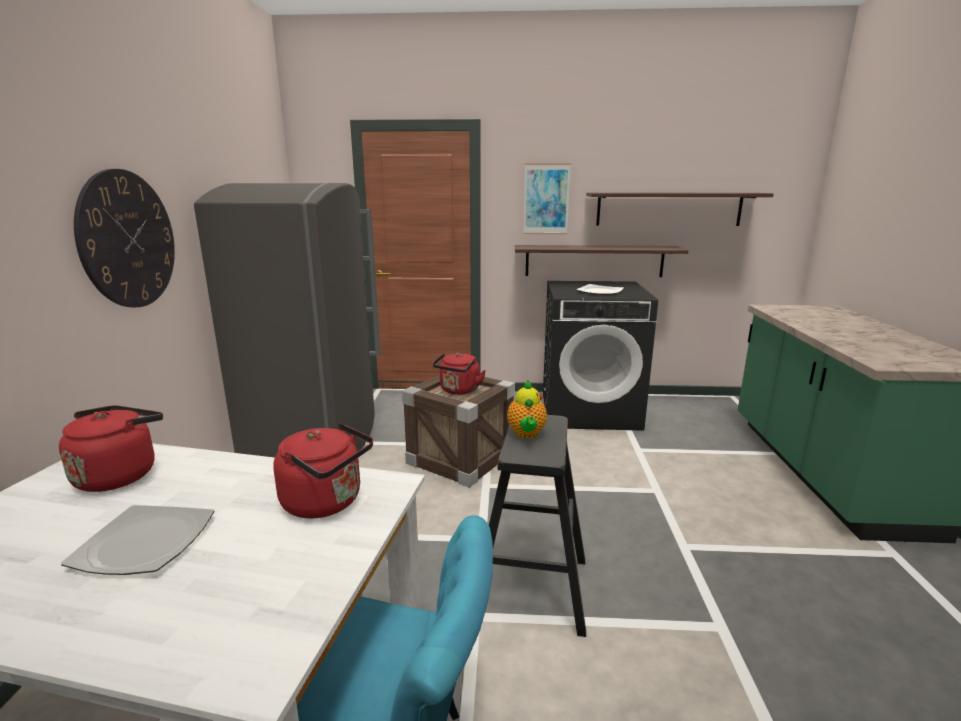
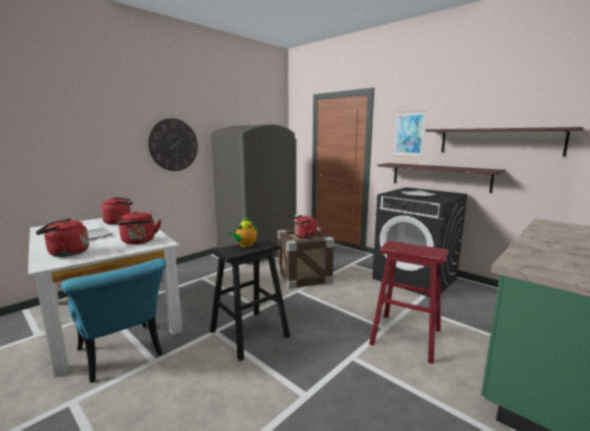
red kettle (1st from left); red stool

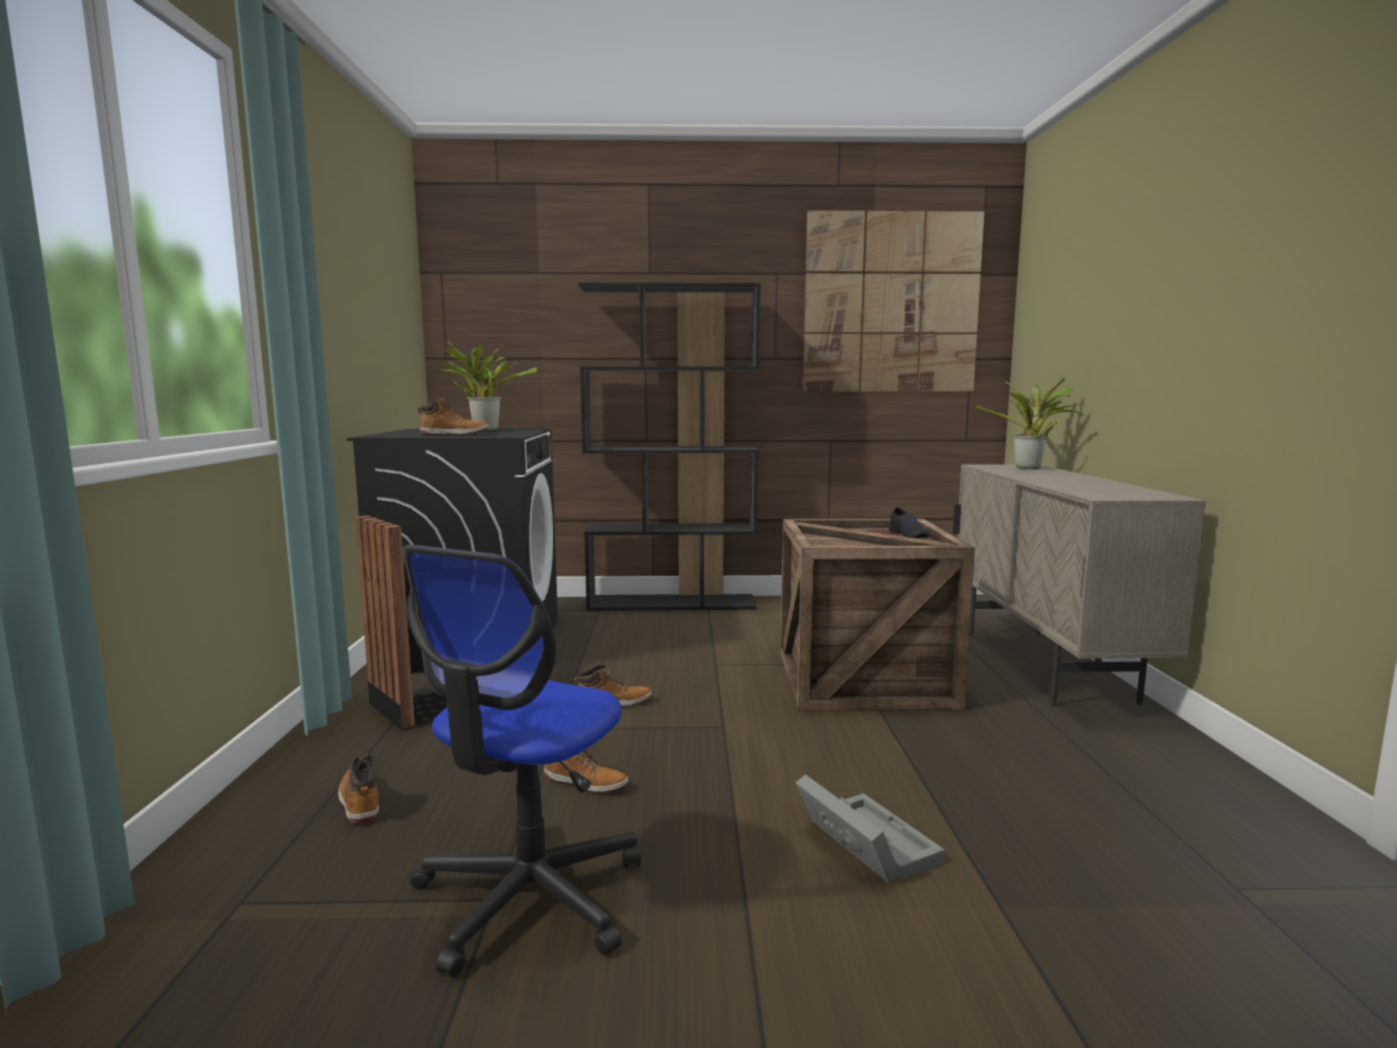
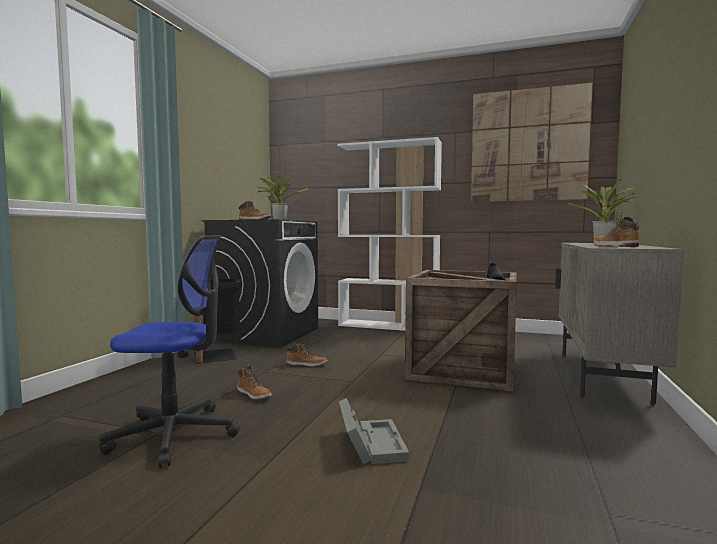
boot (4th from left); white bookcase; office chair

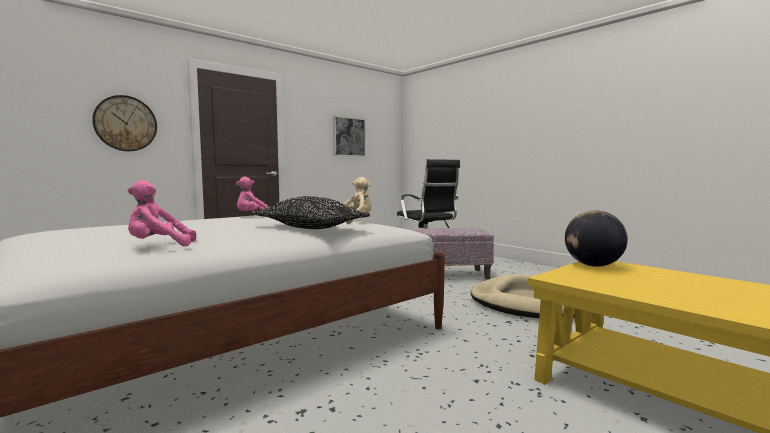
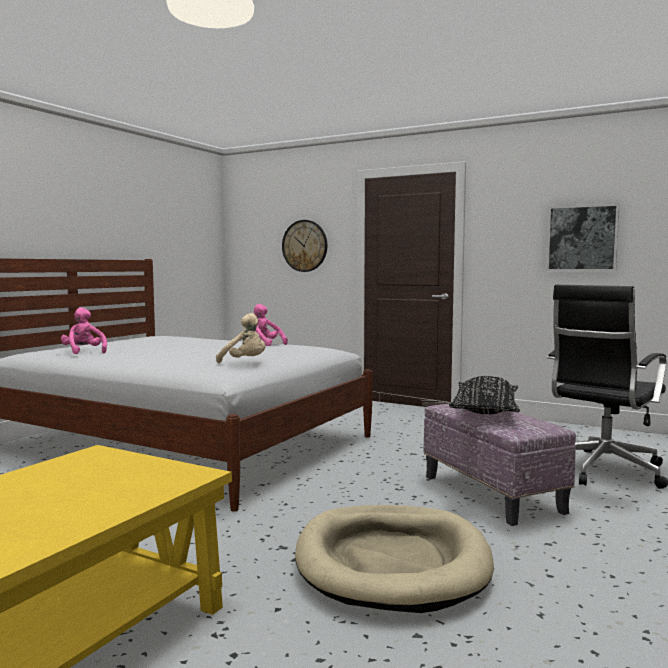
globe; black pillow

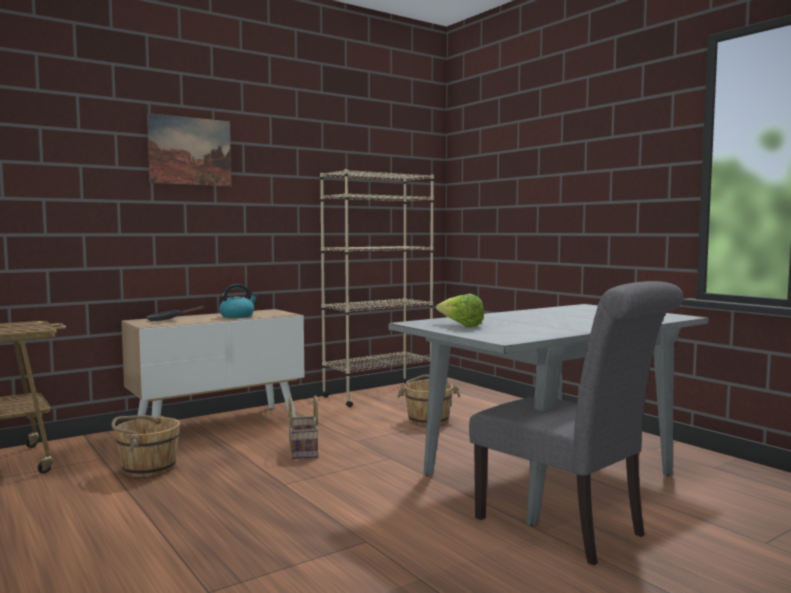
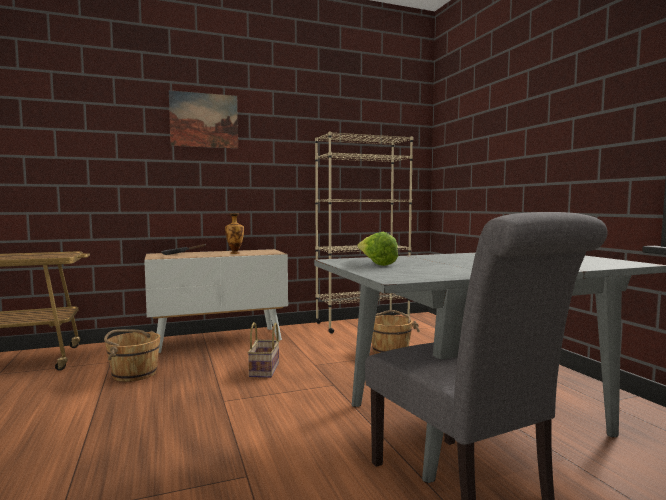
vase

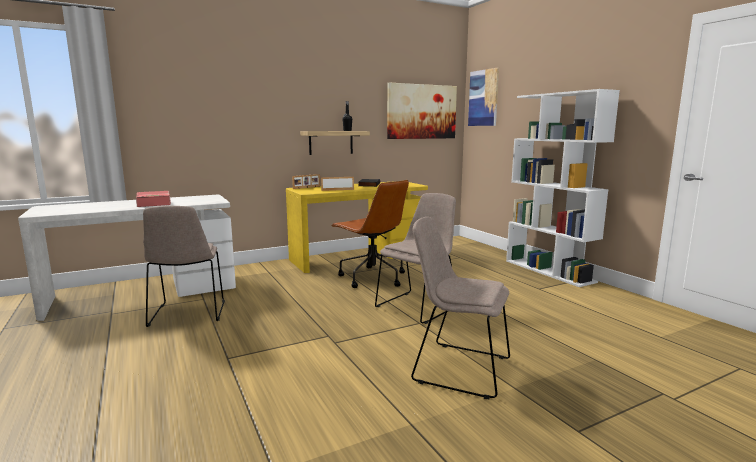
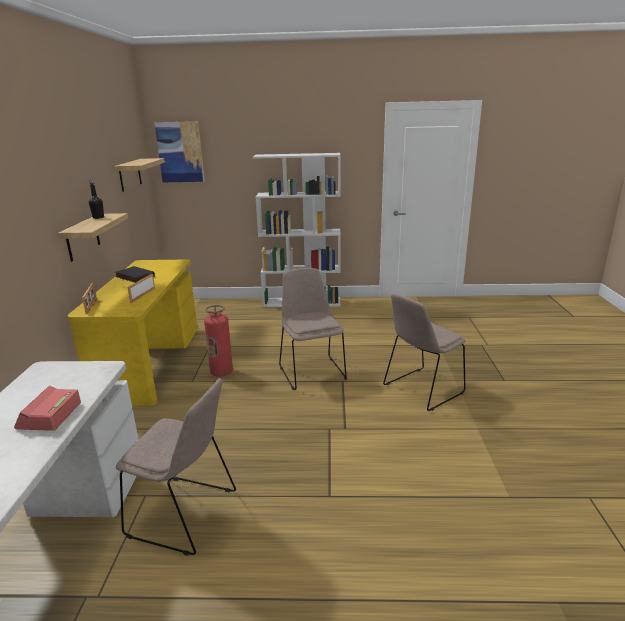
fire extinguisher; shelf (2nd from left)

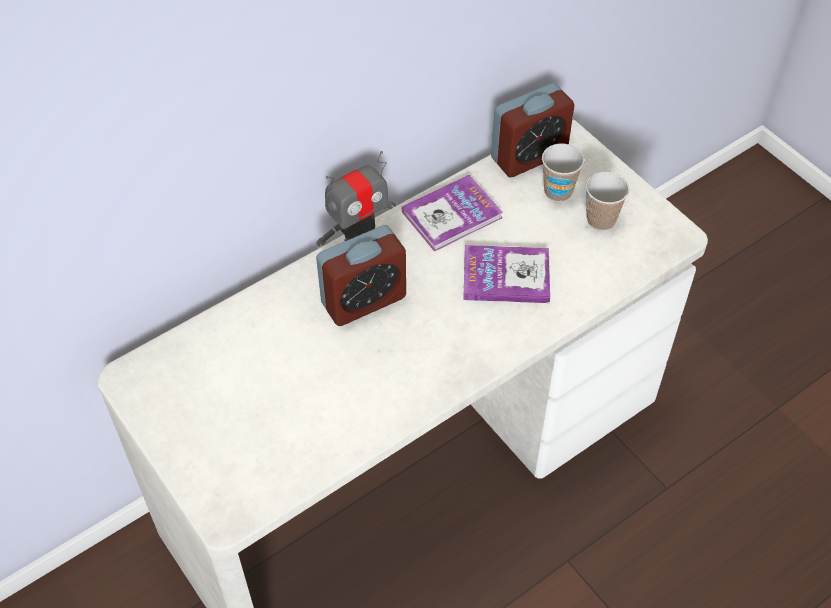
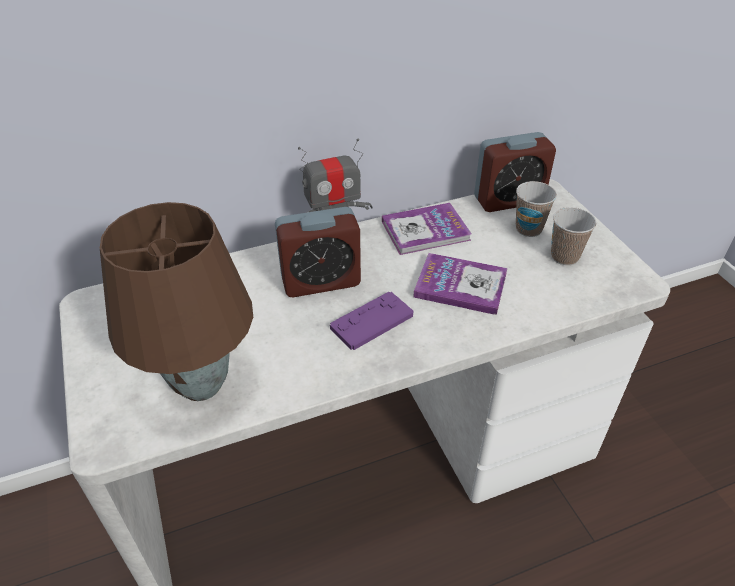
brown table lamp; purple game controller

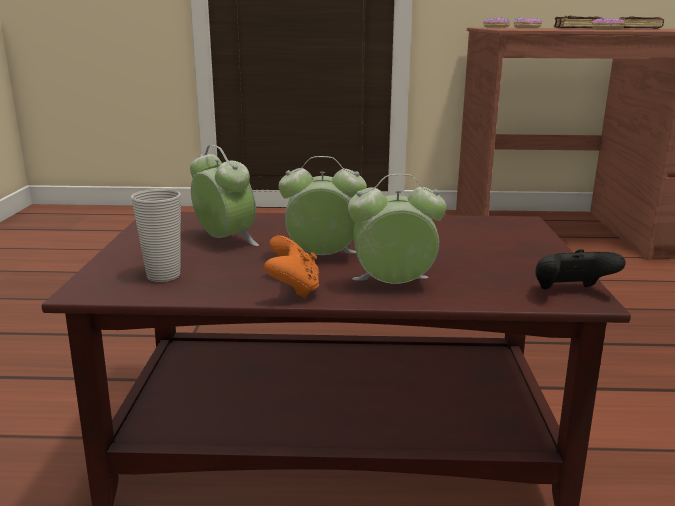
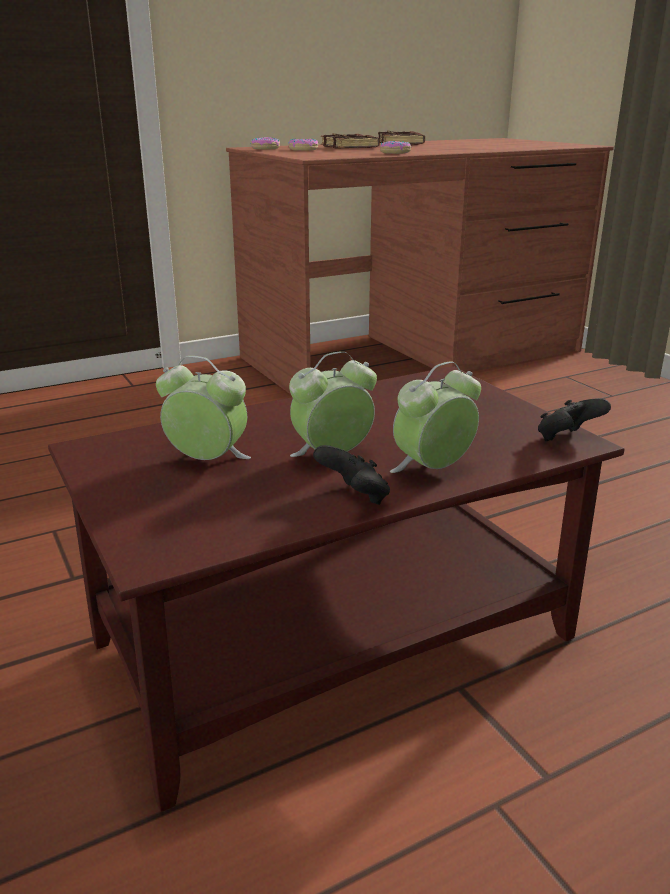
cup; black game controller (1st from left)

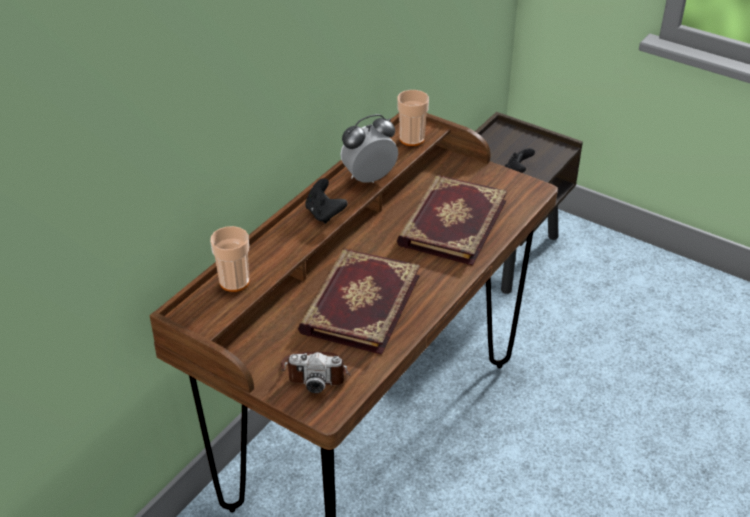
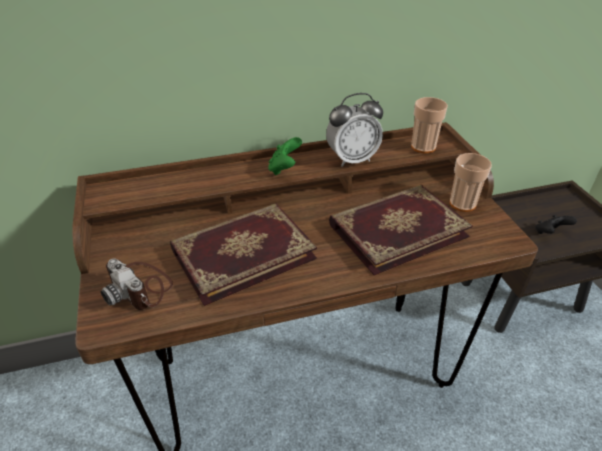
cup (2nd from left); green game controller; alarm clock

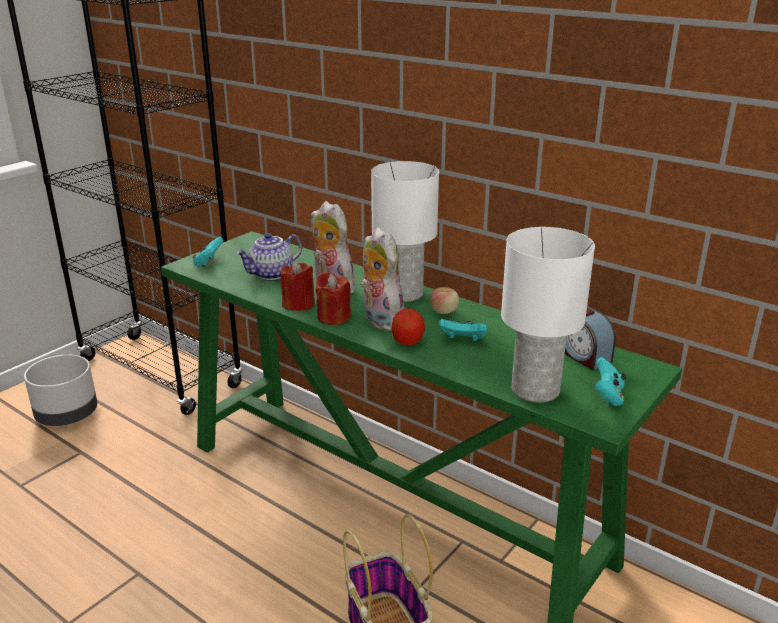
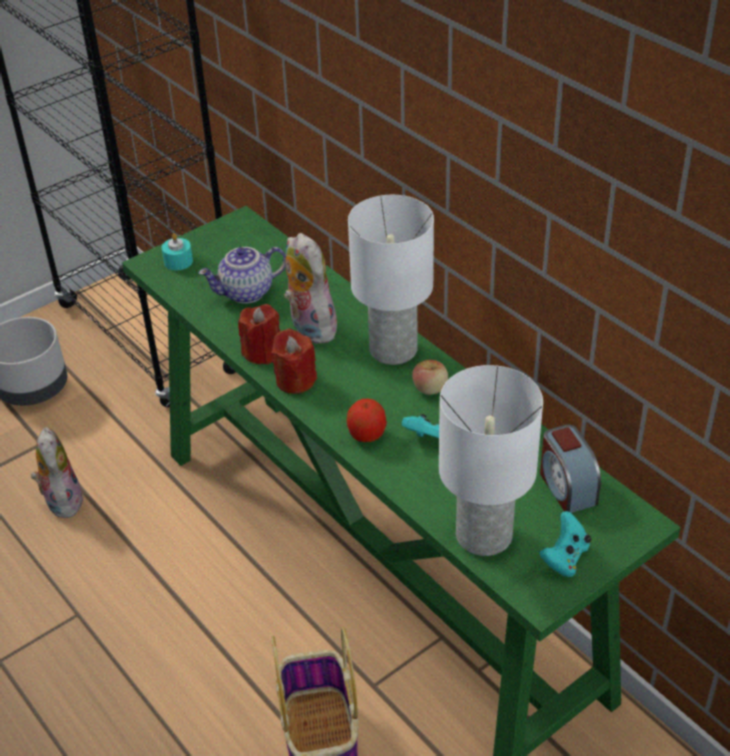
plush toy (1st from left); turquoise candle

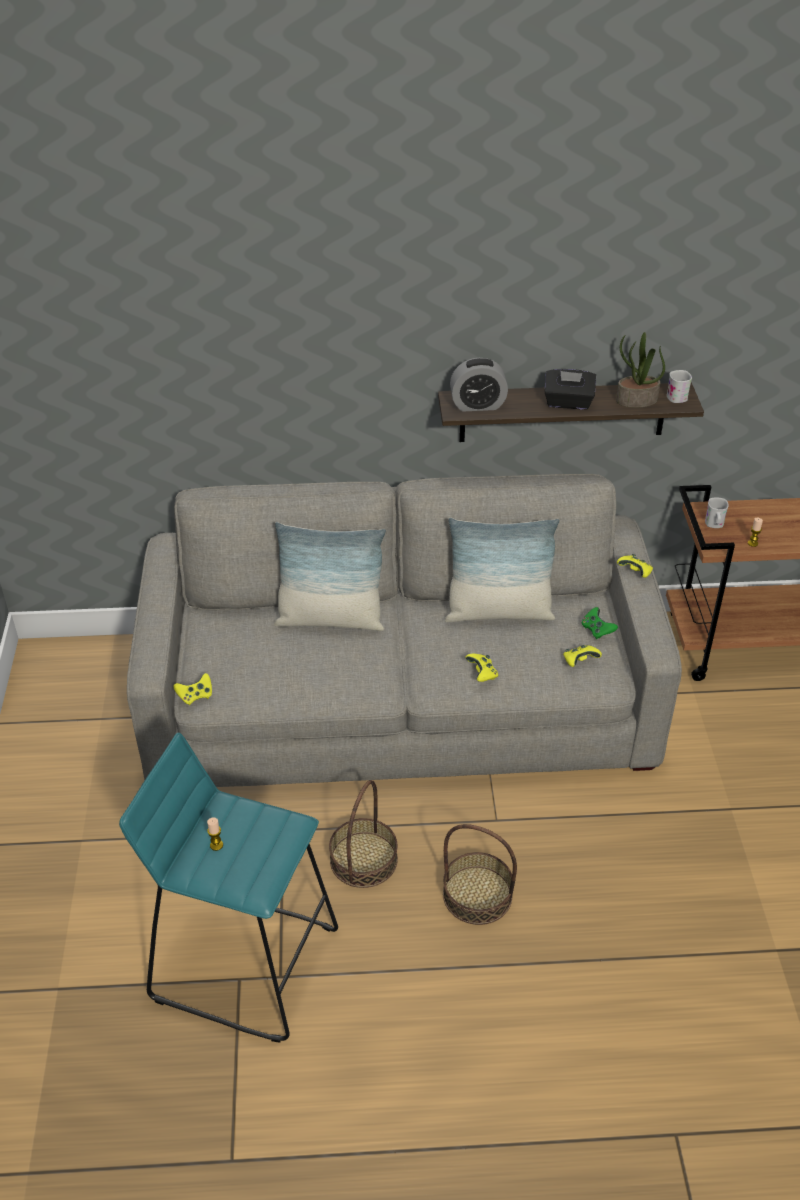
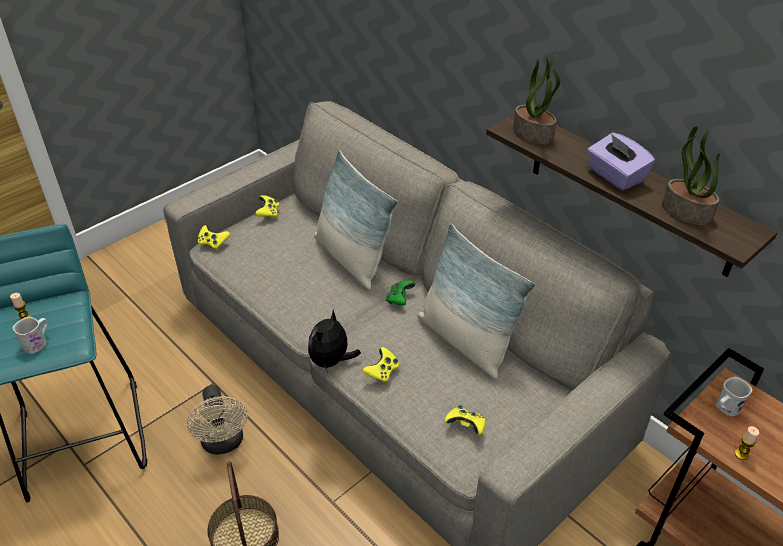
plush toy; green game controller; yellow game controller (2nd from left); white mug (1st from left); beige fan; potted plant (1st from left); purple tissue box

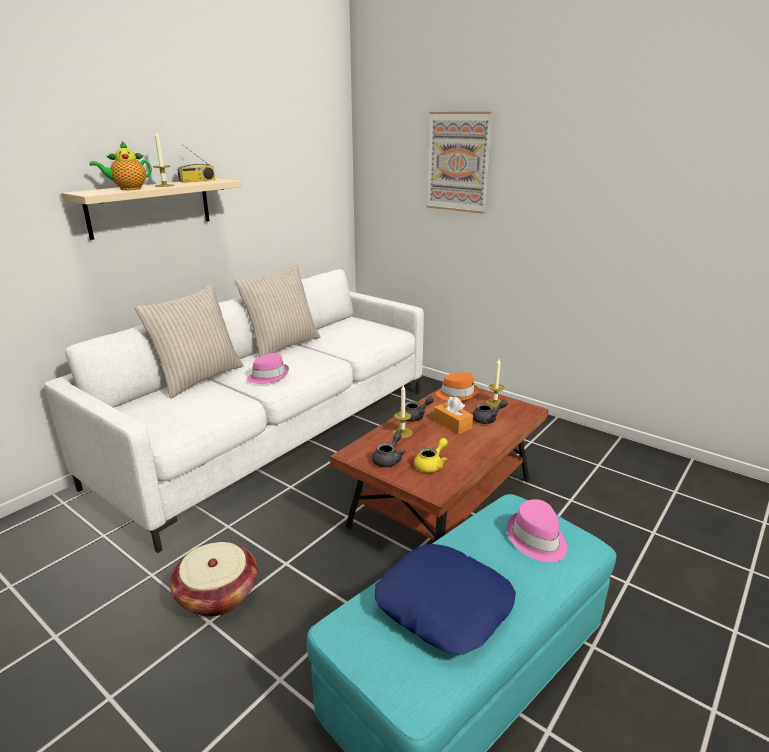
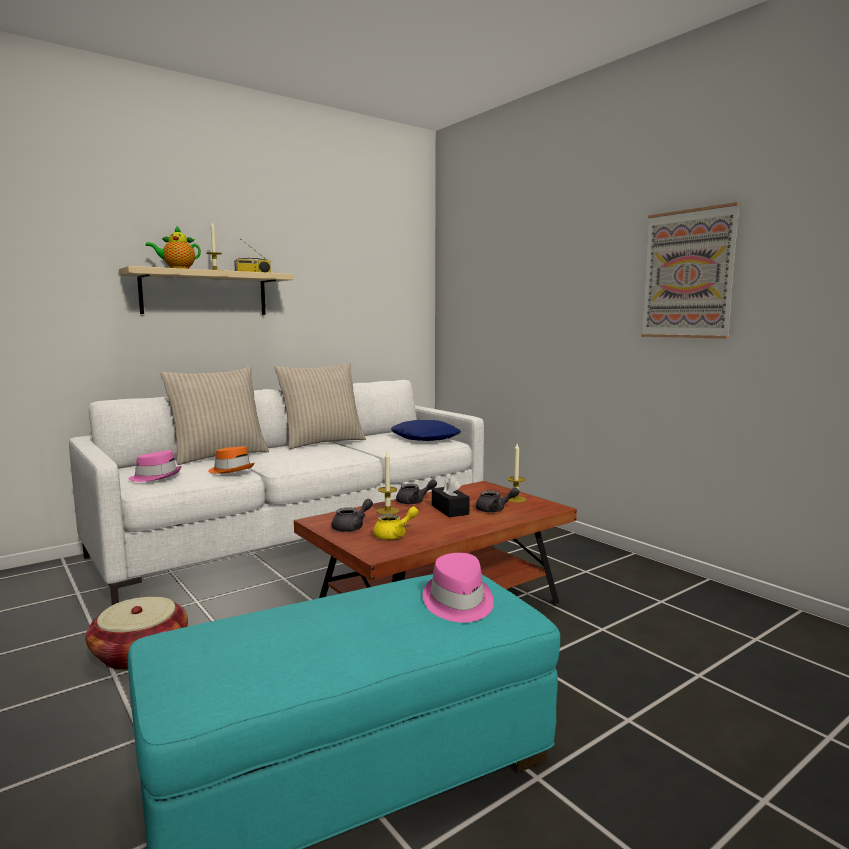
pink hat (1st from left); blue pillow; picture; orange hat; black tissue box

